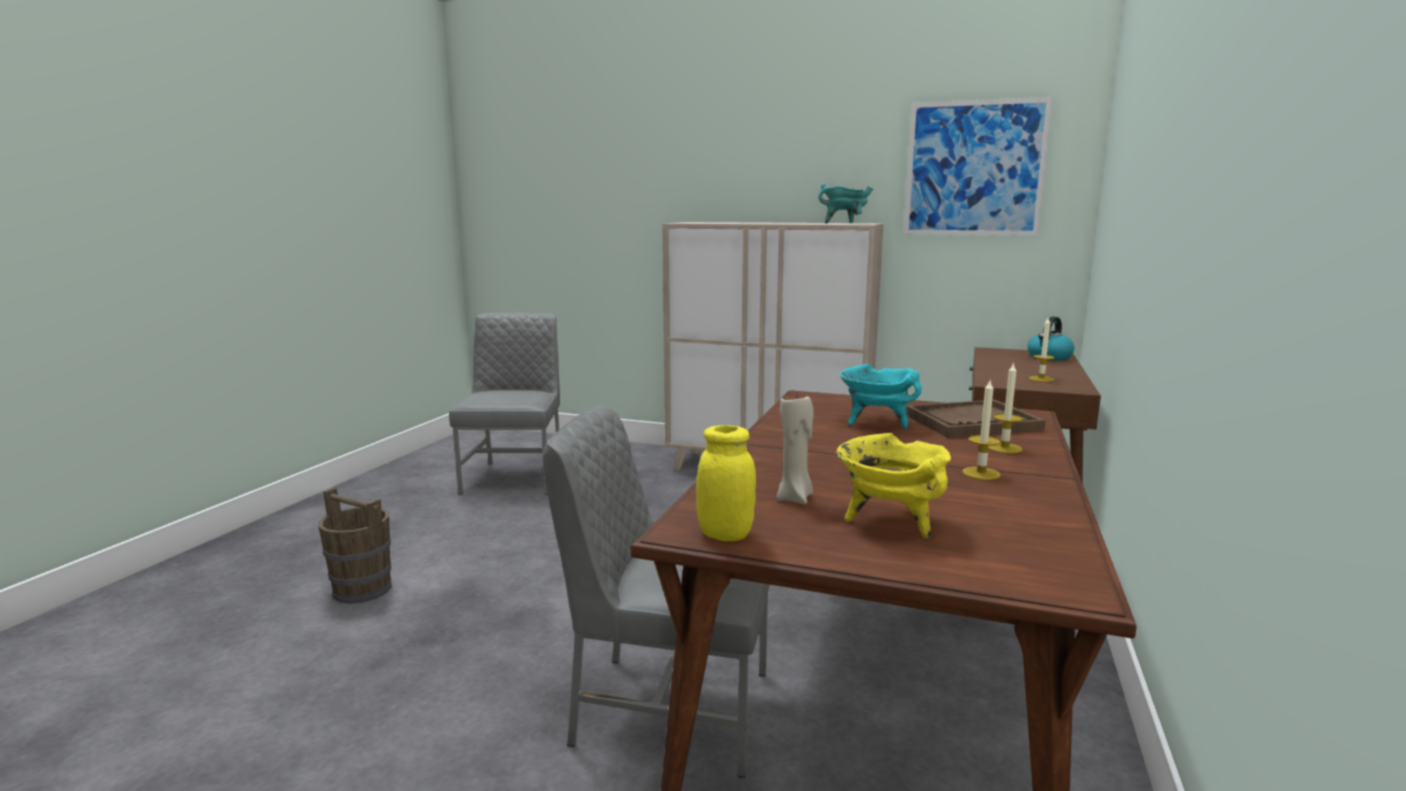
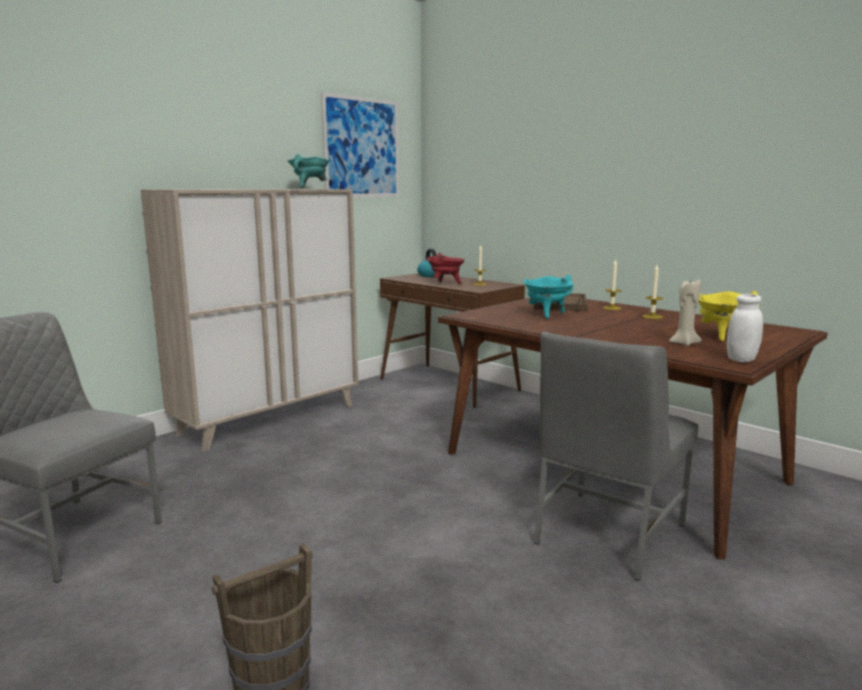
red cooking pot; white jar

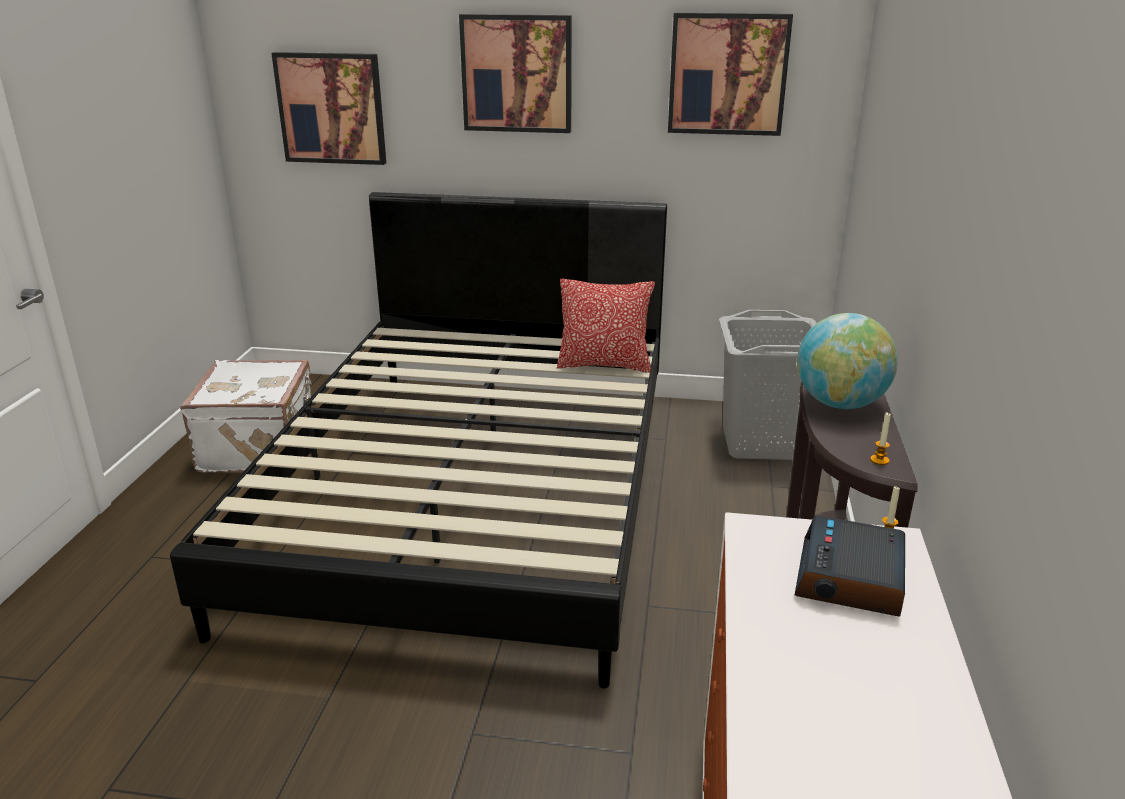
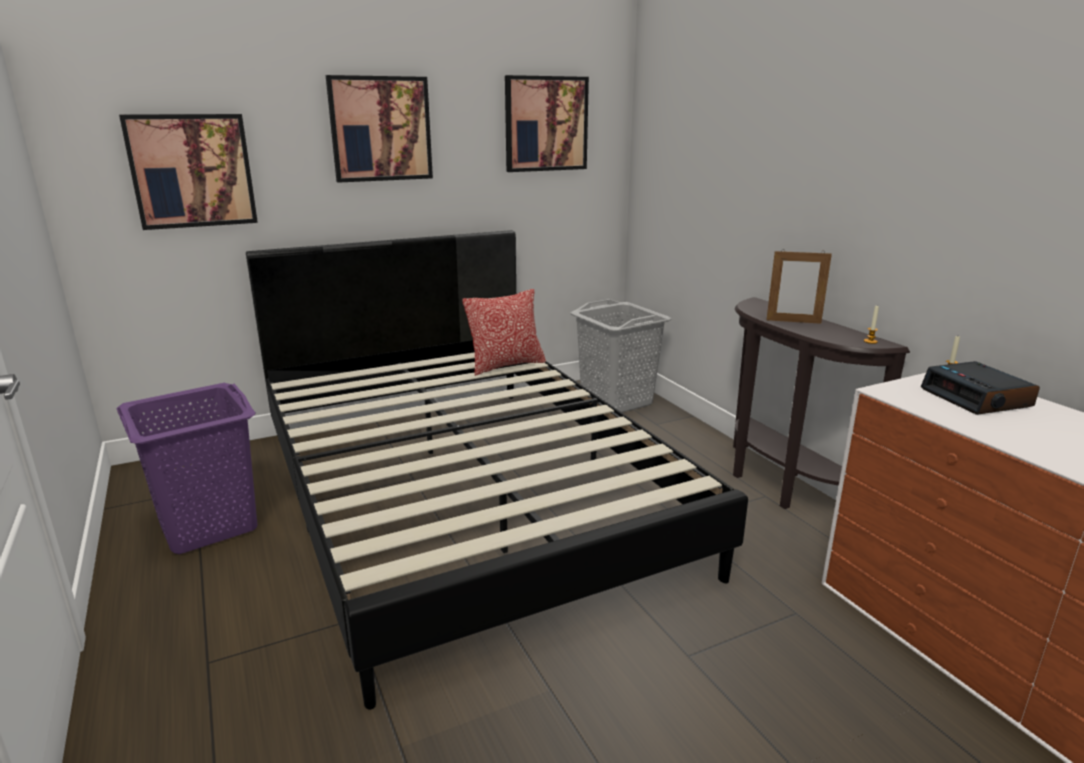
purple laundry basket; picture frame

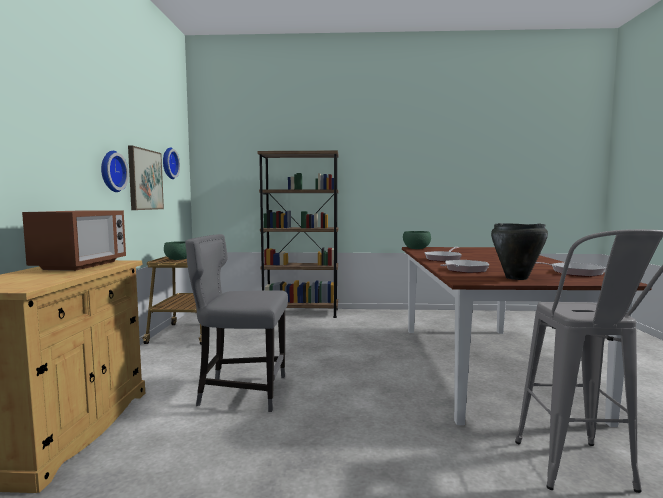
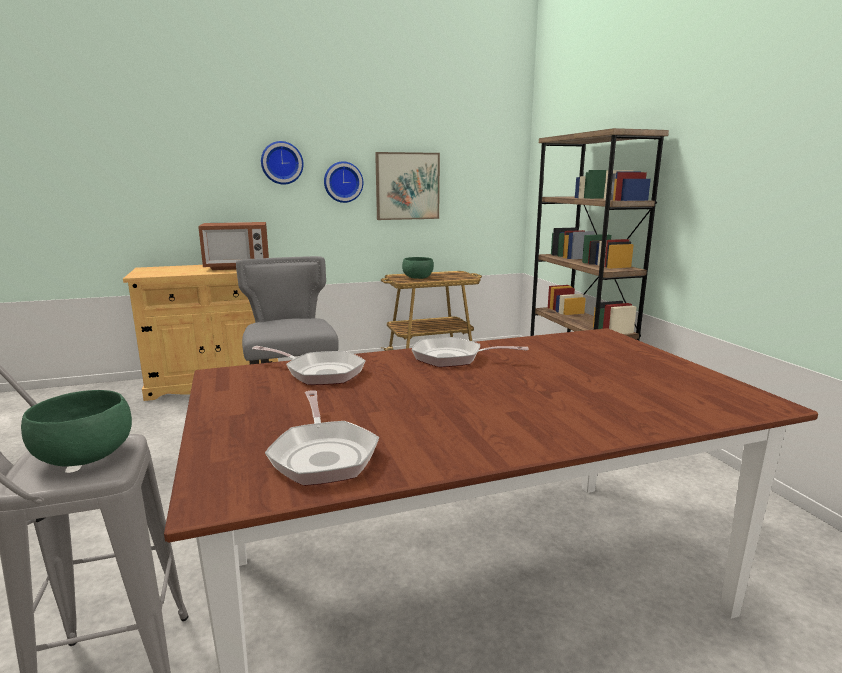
black cooking pot; wall clock (1st from left); green bowl (1st from left)

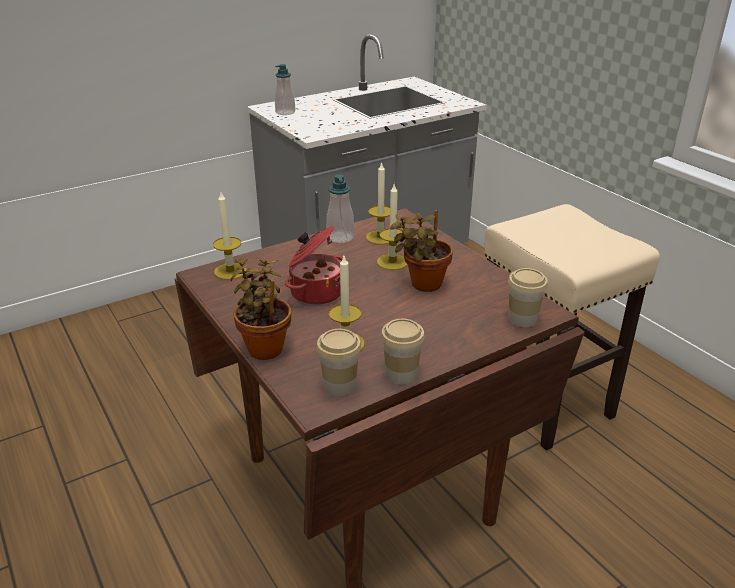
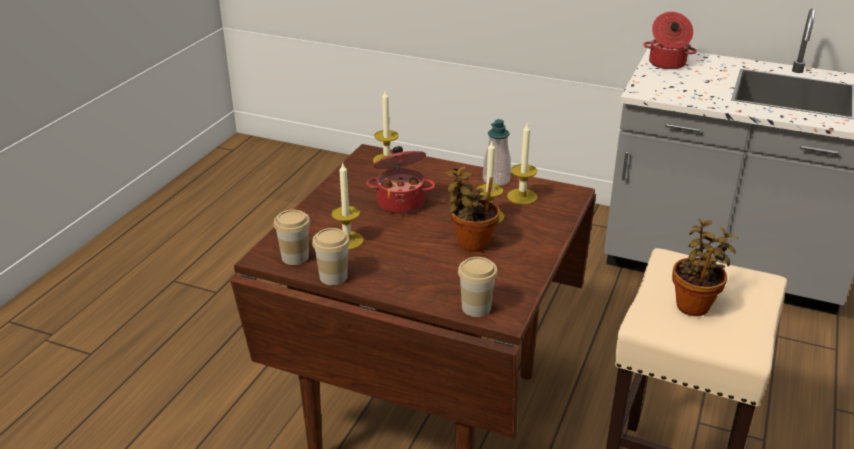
potted plant (2nd from left); cooking pot (2nd from left)

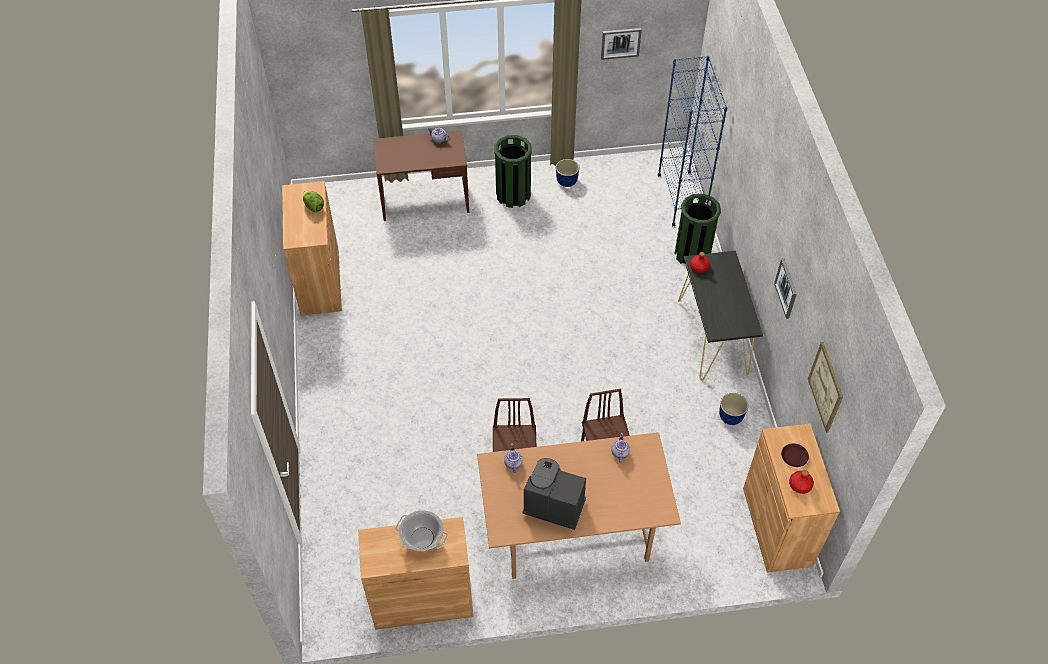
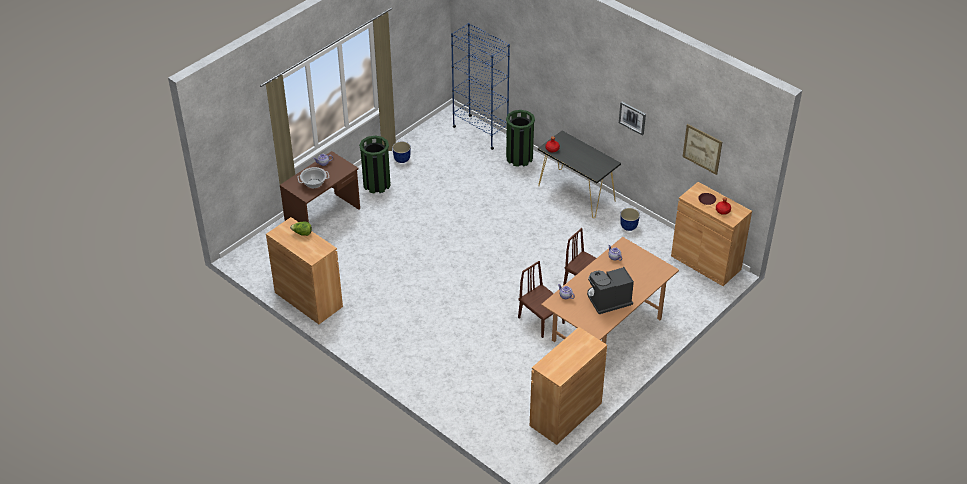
picture (1st from left in the first image); cooking pot

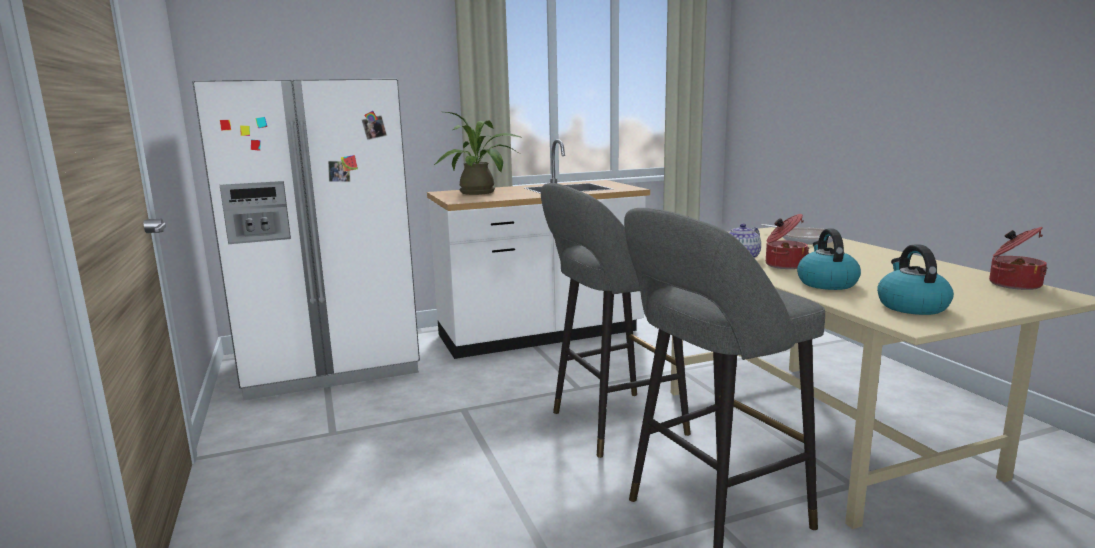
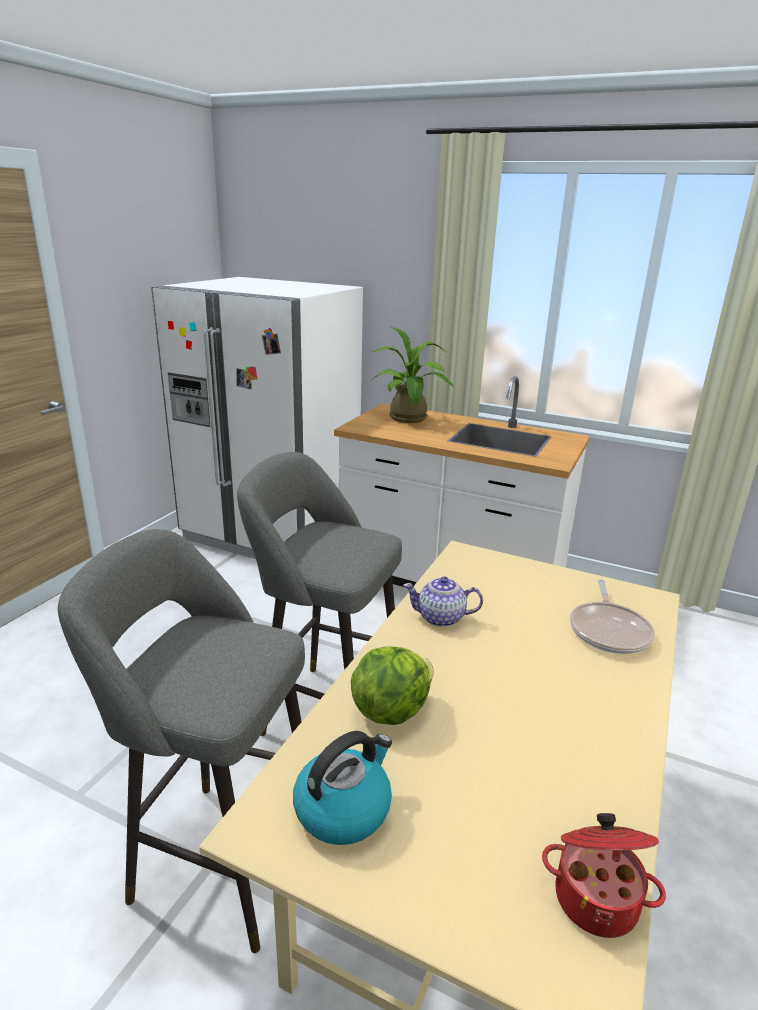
cooking pot (1st from left in the first image); lettuce

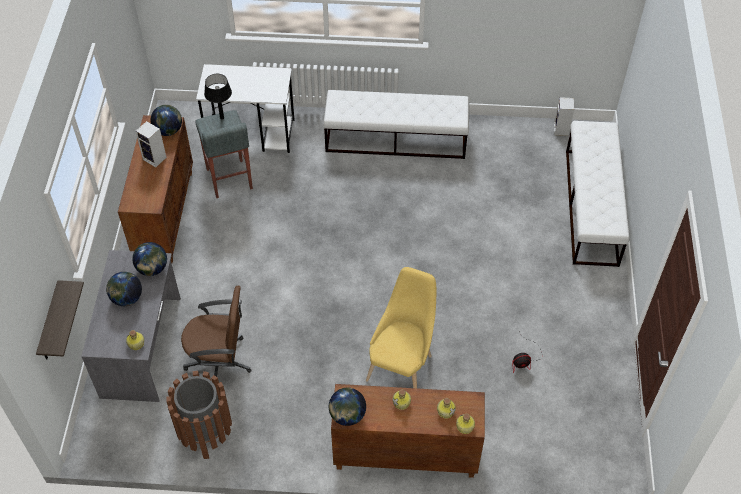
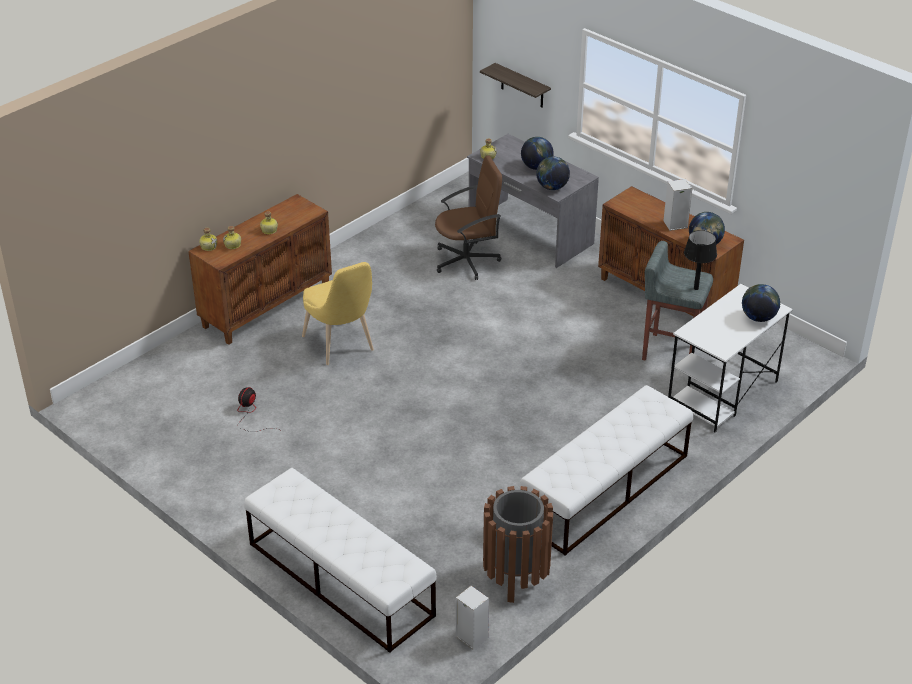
brown trash can; globe (4th from left); brown office chair

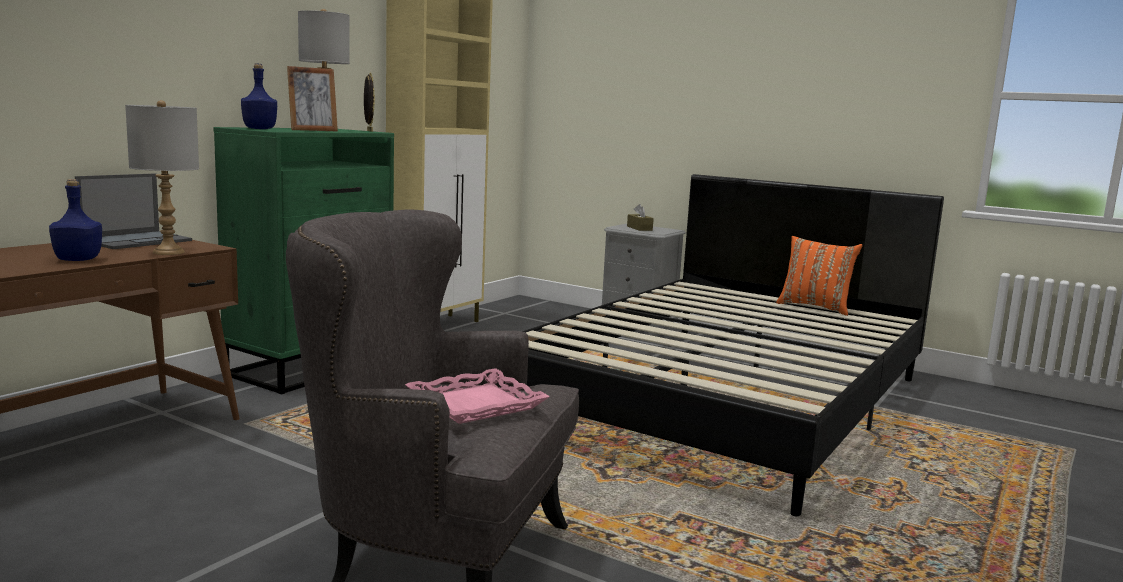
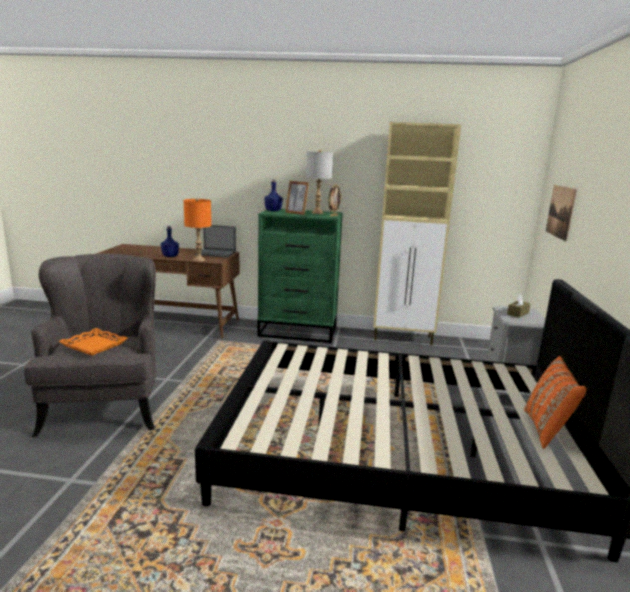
picture; orange table lamp; orange tray

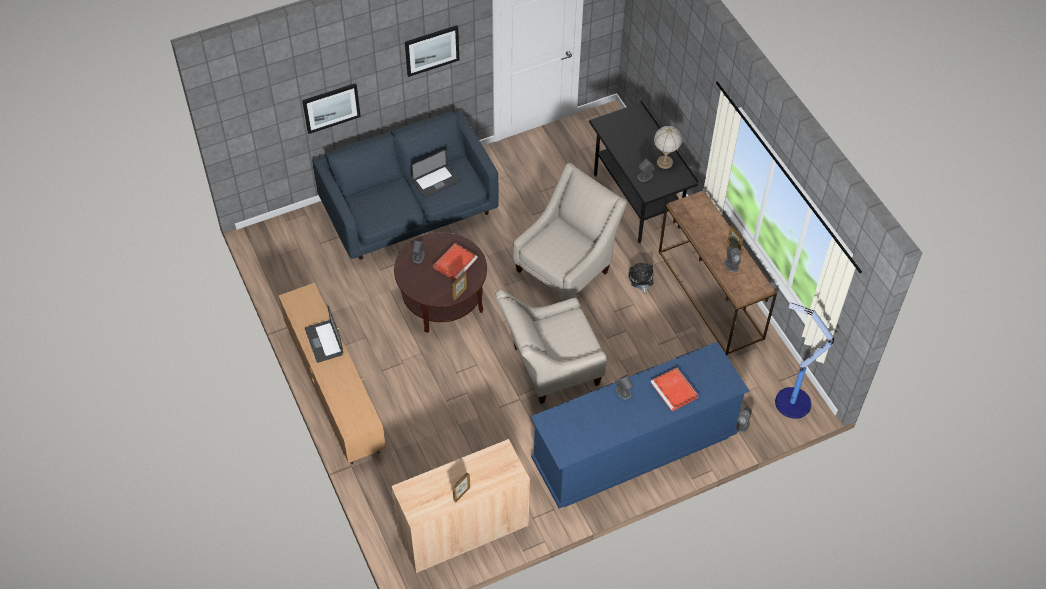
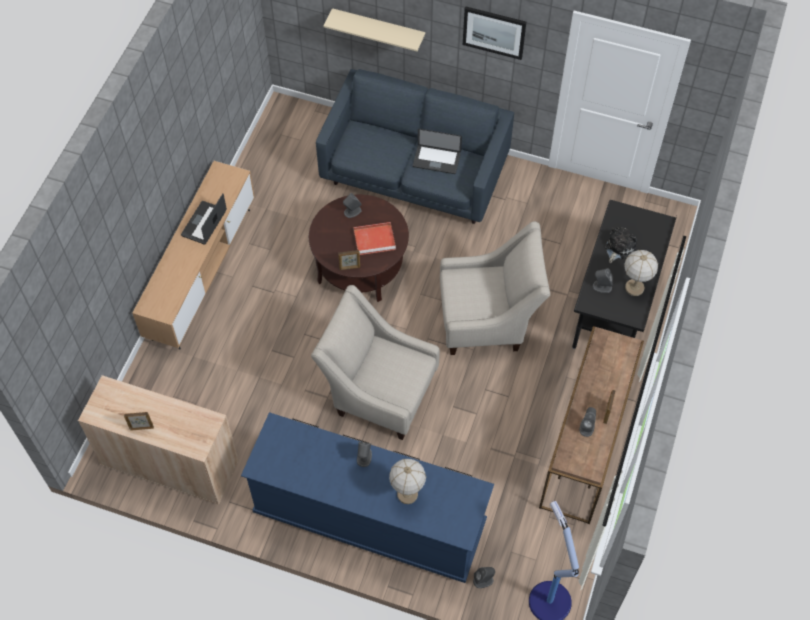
plush toy; beige shelf; table lamp (1st from left)

